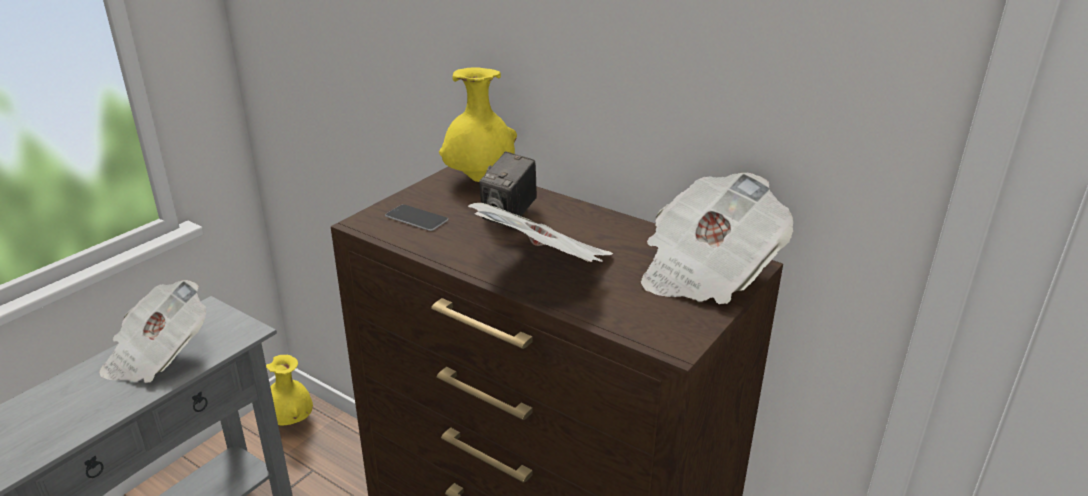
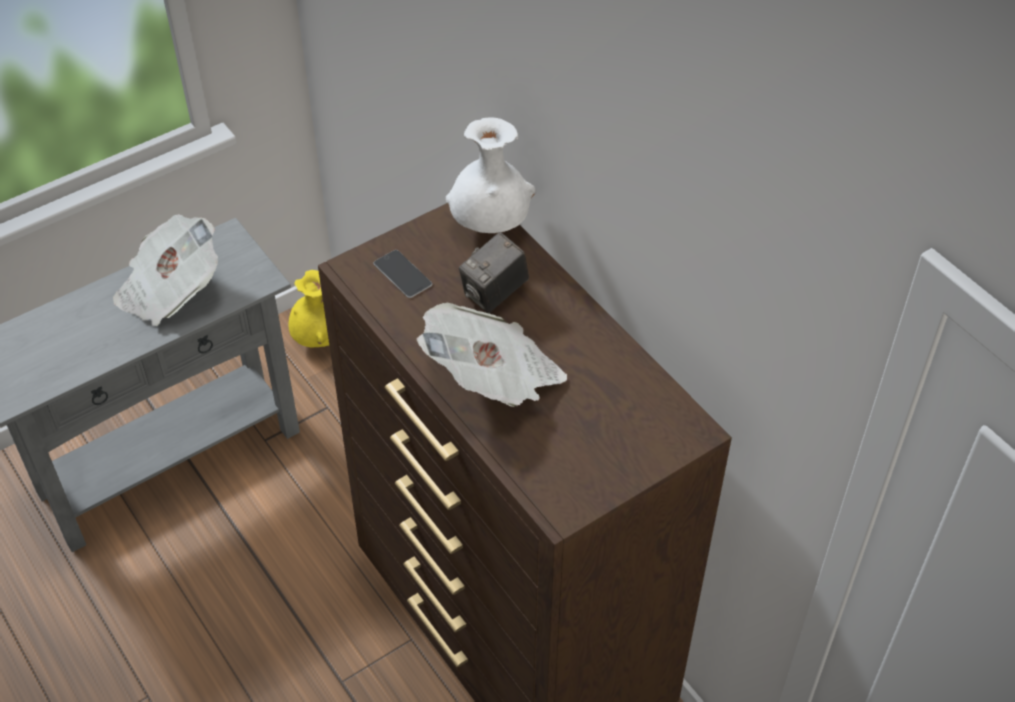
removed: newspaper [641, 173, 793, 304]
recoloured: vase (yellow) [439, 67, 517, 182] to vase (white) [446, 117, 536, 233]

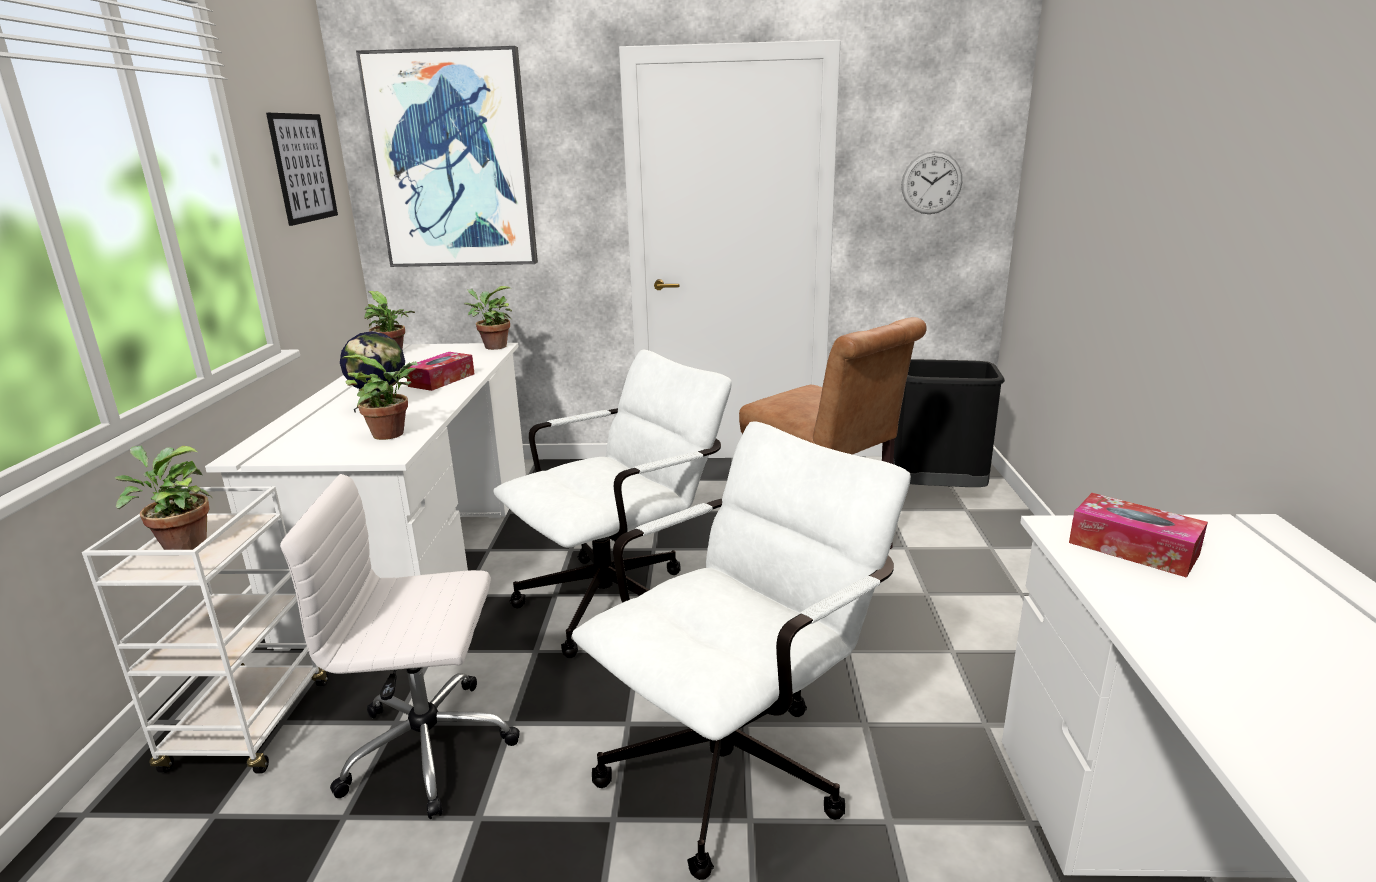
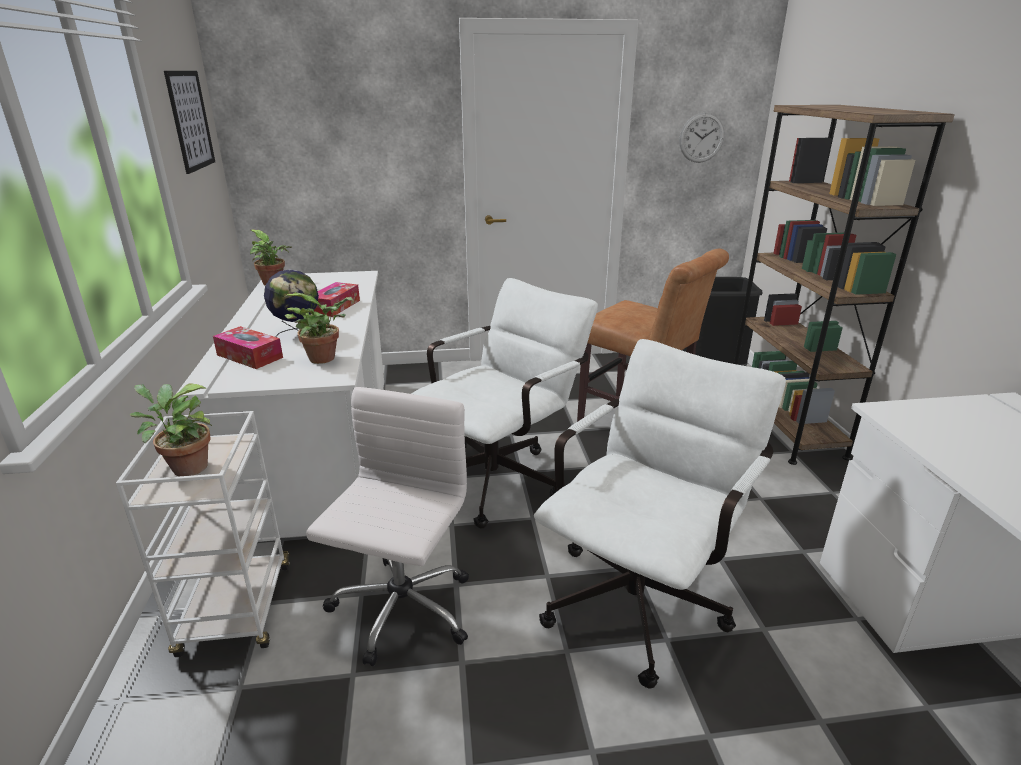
removed: picture [356, 46, 538, 267]; potted plant [464, 286, 512, 350]
added: bookcase (brown) [734, 105, 955, 465]
moved: tissue box [1069, 493, 1208, 578] to [213, 326, 283, 369]
turned: office chair (white) [280, 474, 520, 819] = [306, 387, 469, 666] 120 degrees clockwise

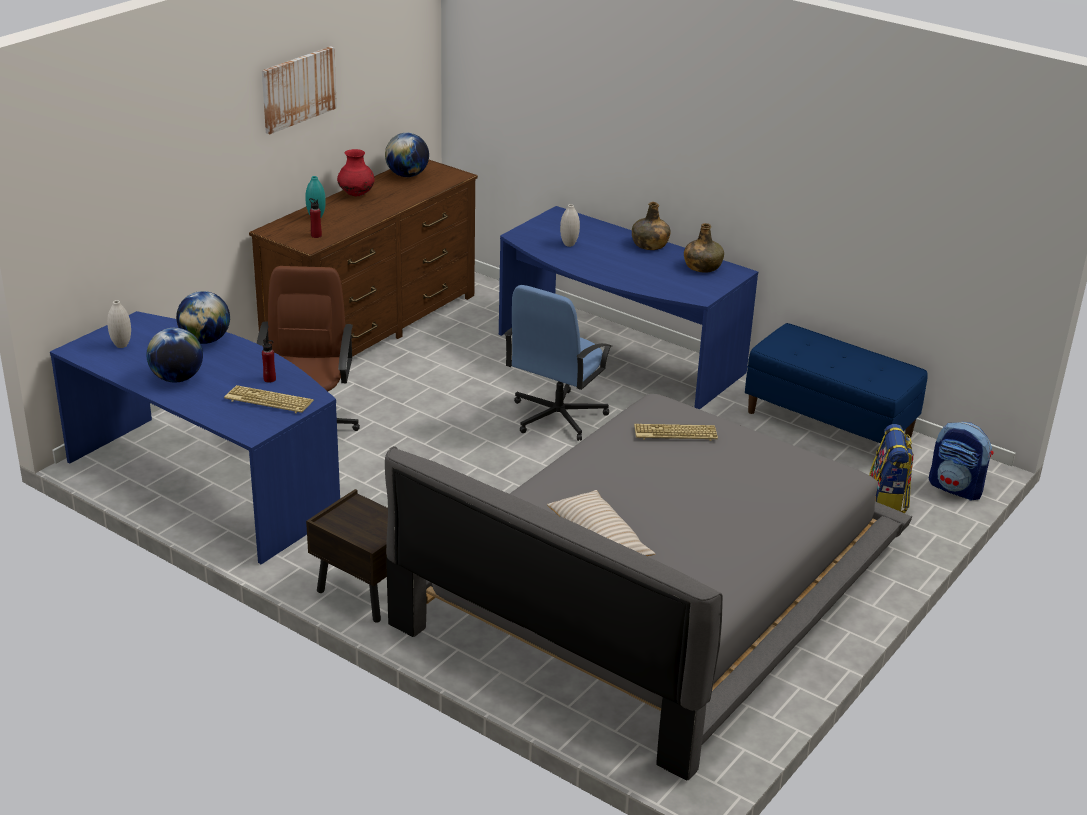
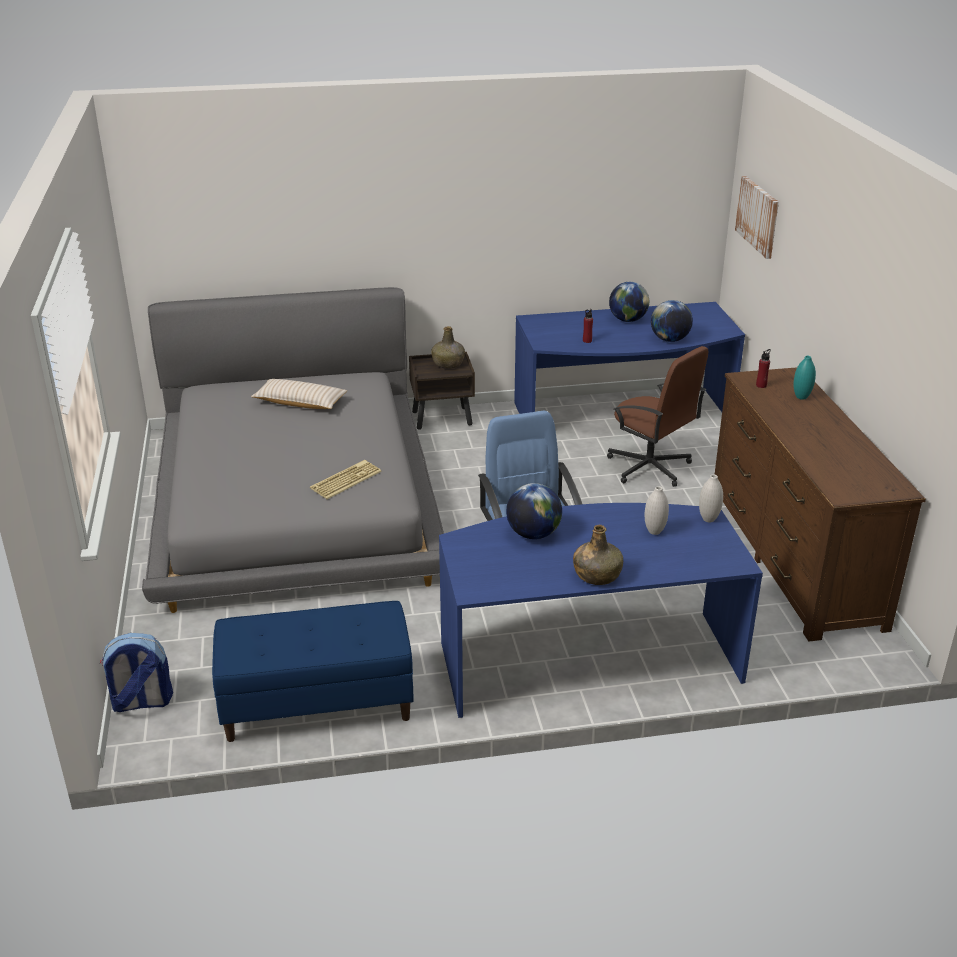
removed: keyboard [224, 385, 314, 414]; vase (red) [337, 149, 375, 196]; backpack [869, 424, 913, 513]
moved: vase (white) [107, 300, 131, 348] to [699, 474, 723, 522]; picture [262, 46, 337, 134] to [735, 176, 779, 259]; globe [385, 133, 429, 177] to [506, 483, 562, 539]; bottle (green) [684, 223, 724, 272] to [431, 326, 465, 369]

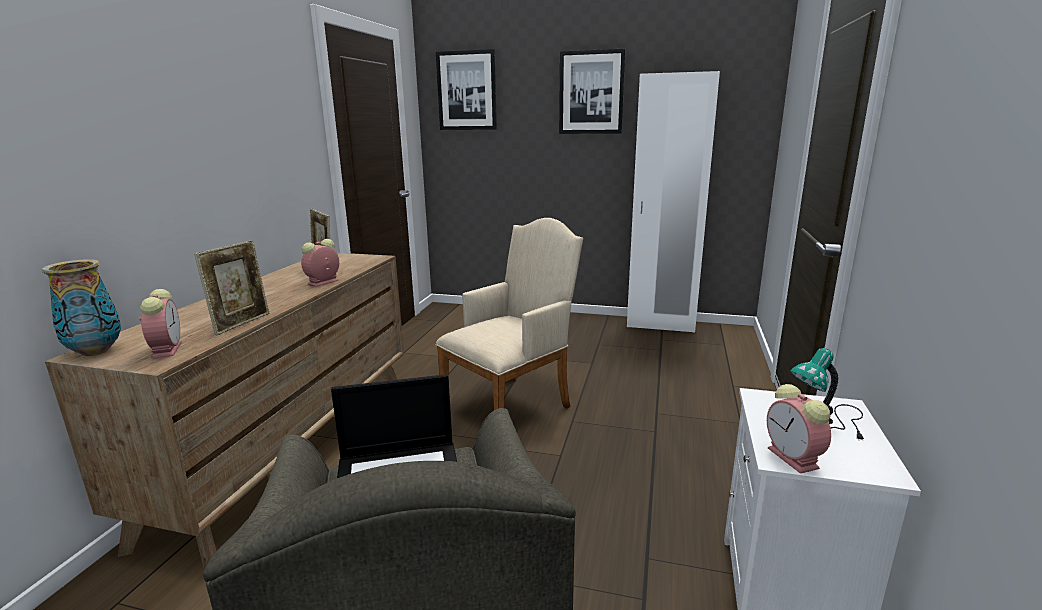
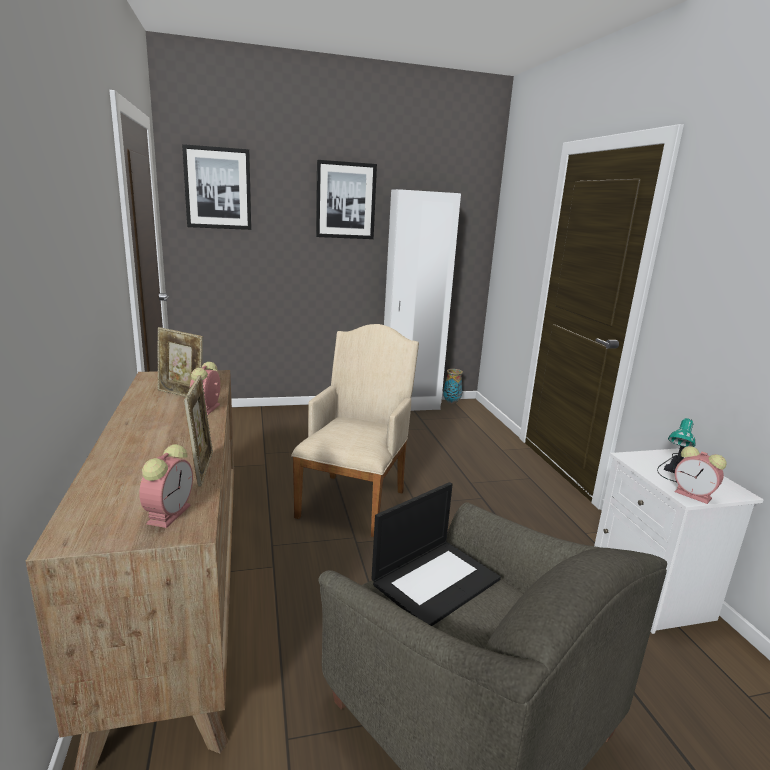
moved: vase [42, 259, 121, 356] to [443, 369, 463, 404]
turned: alarm clock [139, 289, 182, 359] = [139, 444, 193, 528] 60 degrees clockwise

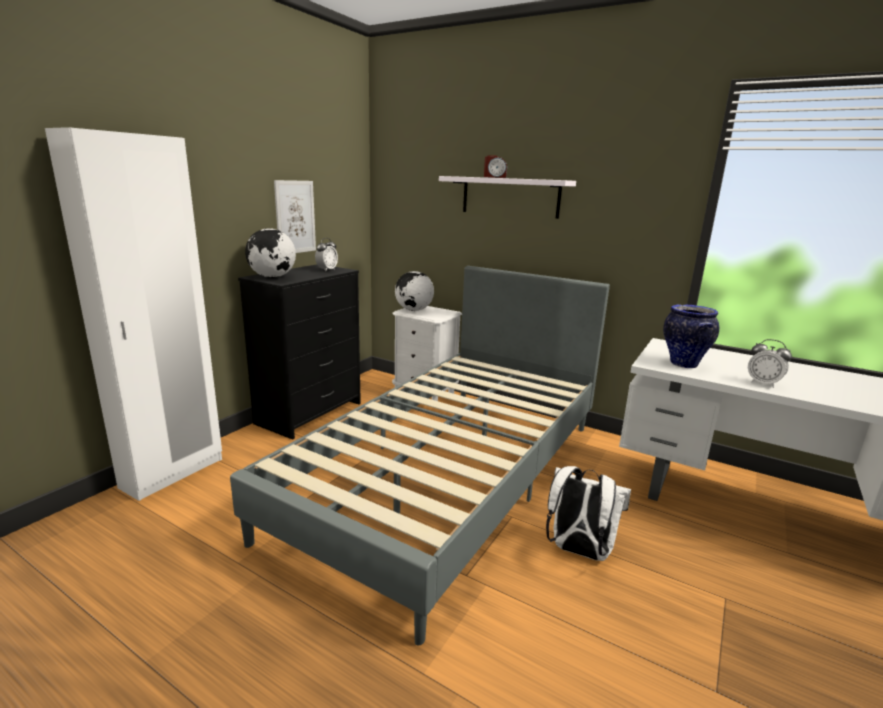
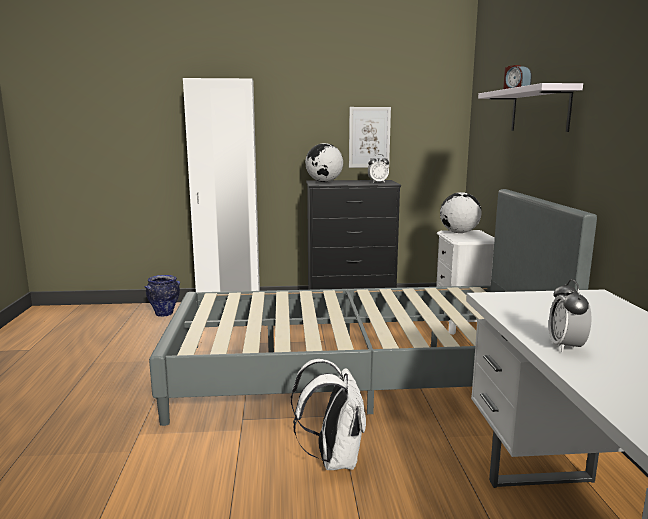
moved: vase [663, 304, 719, 368] to [144, 275, 180, 317]

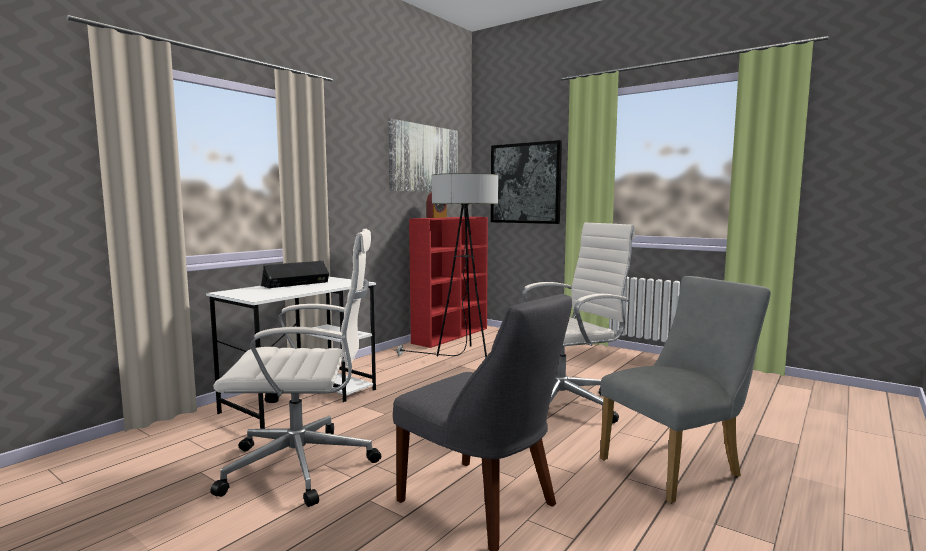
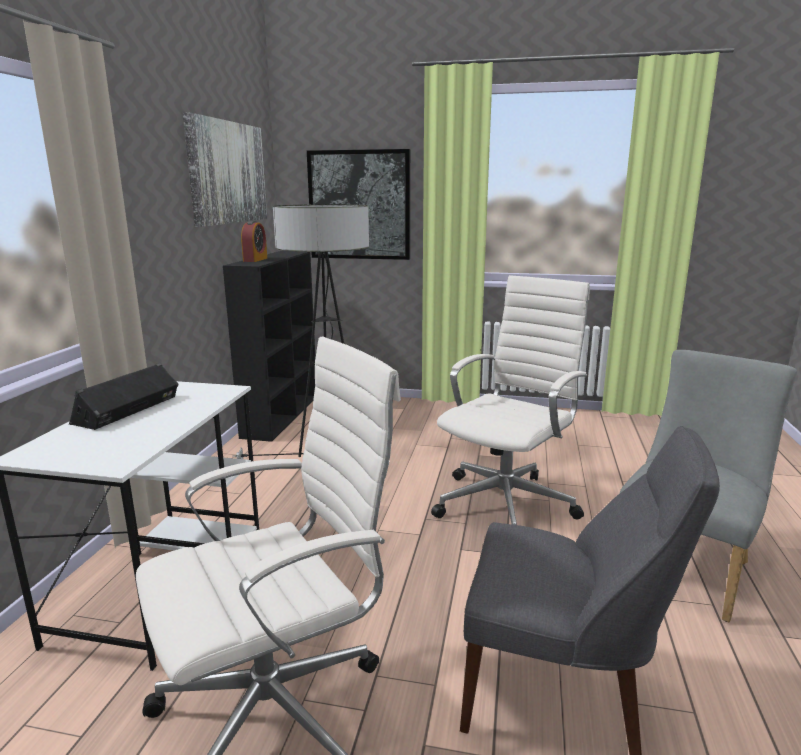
recoloured: bookcase (red) [409, 217, 488, 348] to bookcase (black) [223, 251, 315, 442]

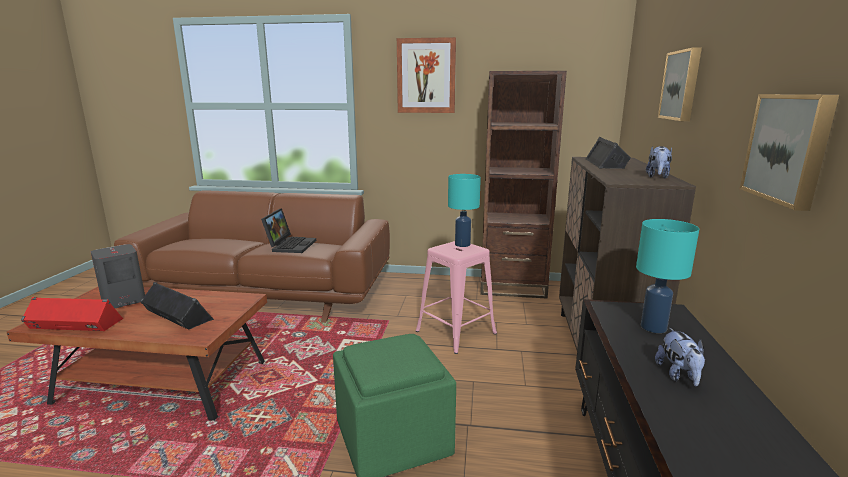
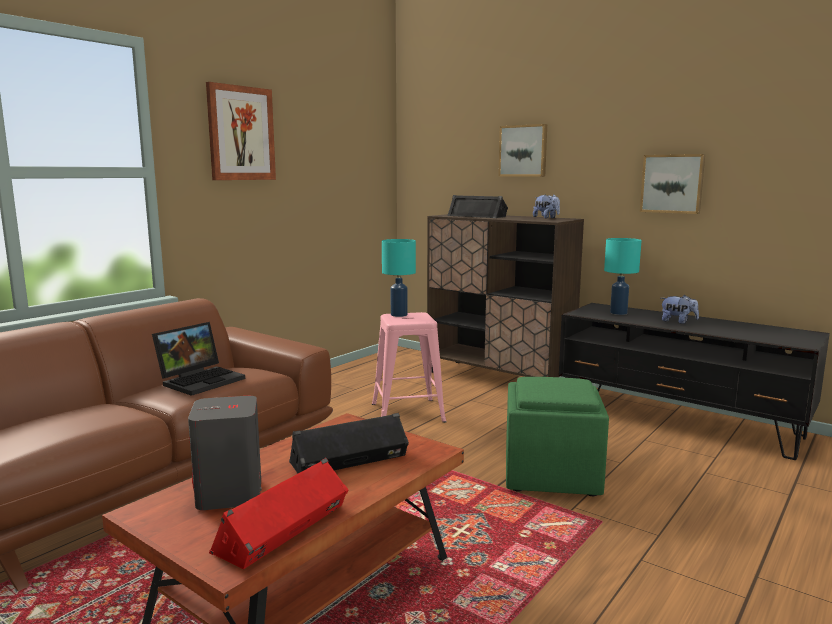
removed: bookcase (brown) [480, 71, 567, 298]
turned: laptop [261, 208, 316, 253] = [152, 322, 245, 396] 90 degrees clockwise

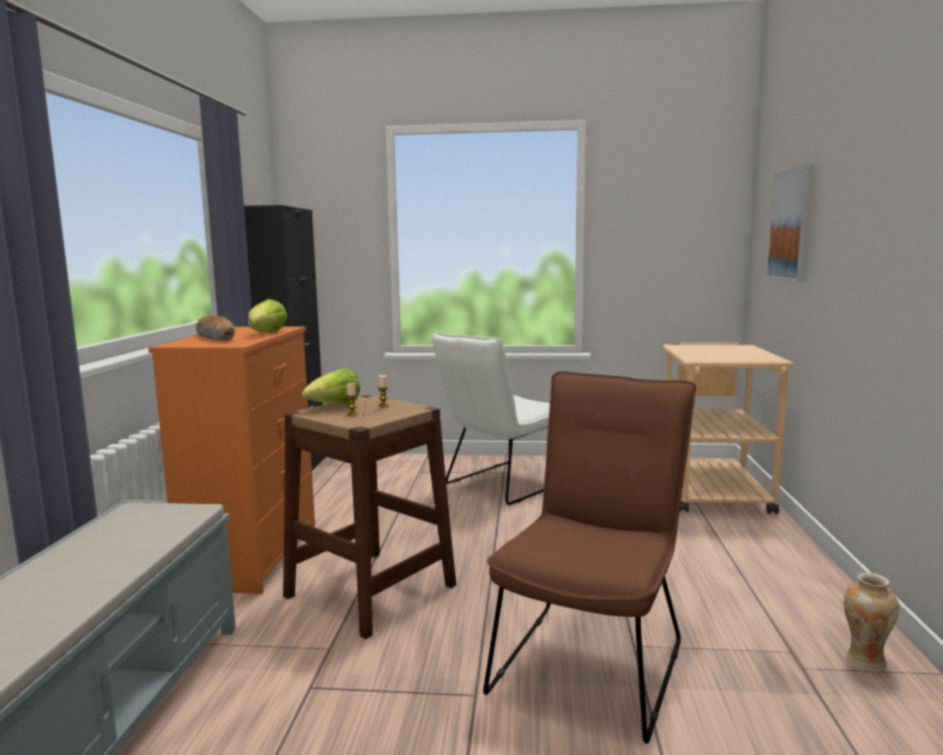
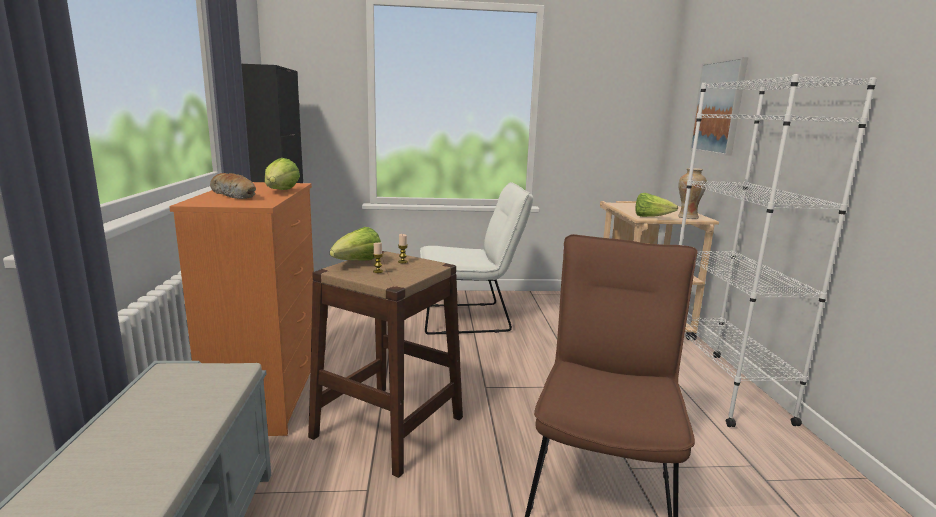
added: lettuce [635, 193, 678, 217]; bookcase (white) [679, 74, 877, 427]
moved: vase [843, 573, 899, 672] to [678, 168, 707, 219]
turned: chair (white) [433, 331, 550, 505] = [420, 182, 533, 335] 135 degrees counterclockwise

